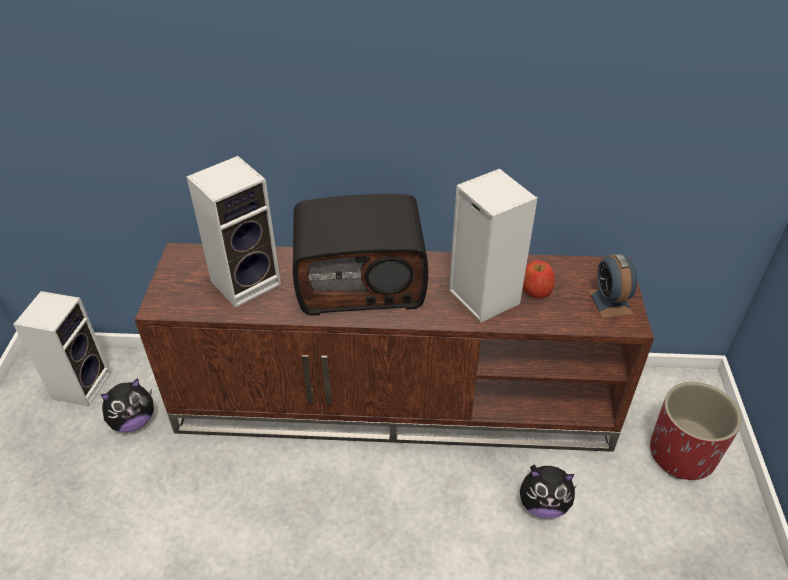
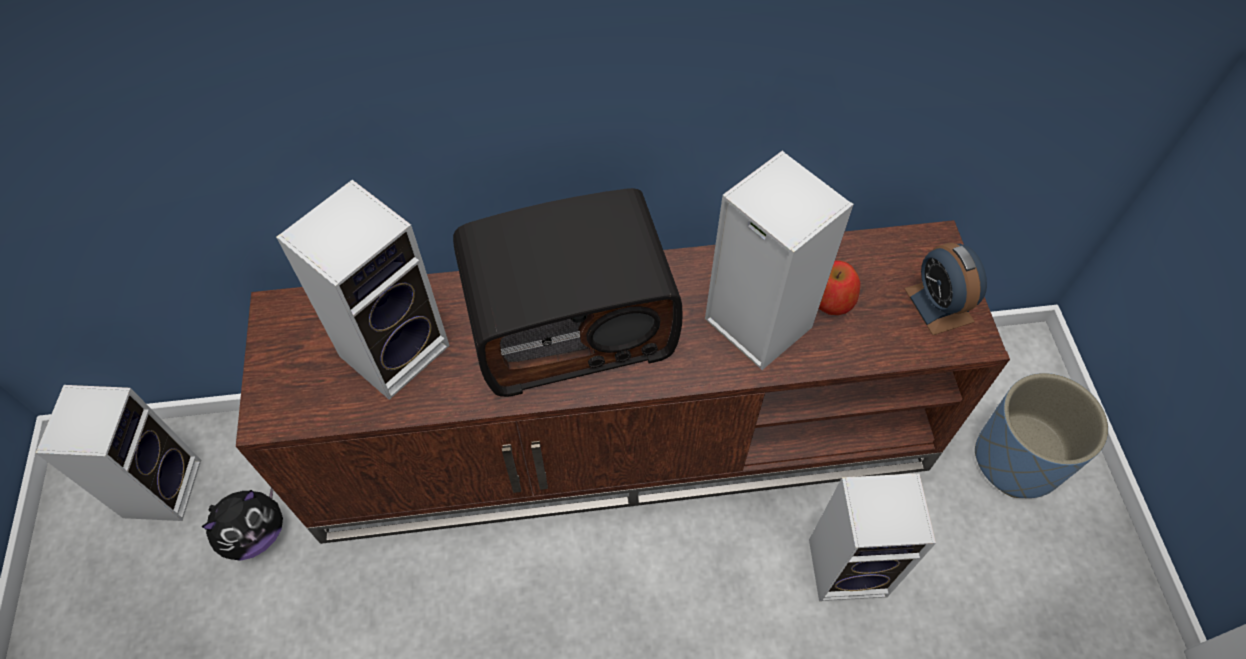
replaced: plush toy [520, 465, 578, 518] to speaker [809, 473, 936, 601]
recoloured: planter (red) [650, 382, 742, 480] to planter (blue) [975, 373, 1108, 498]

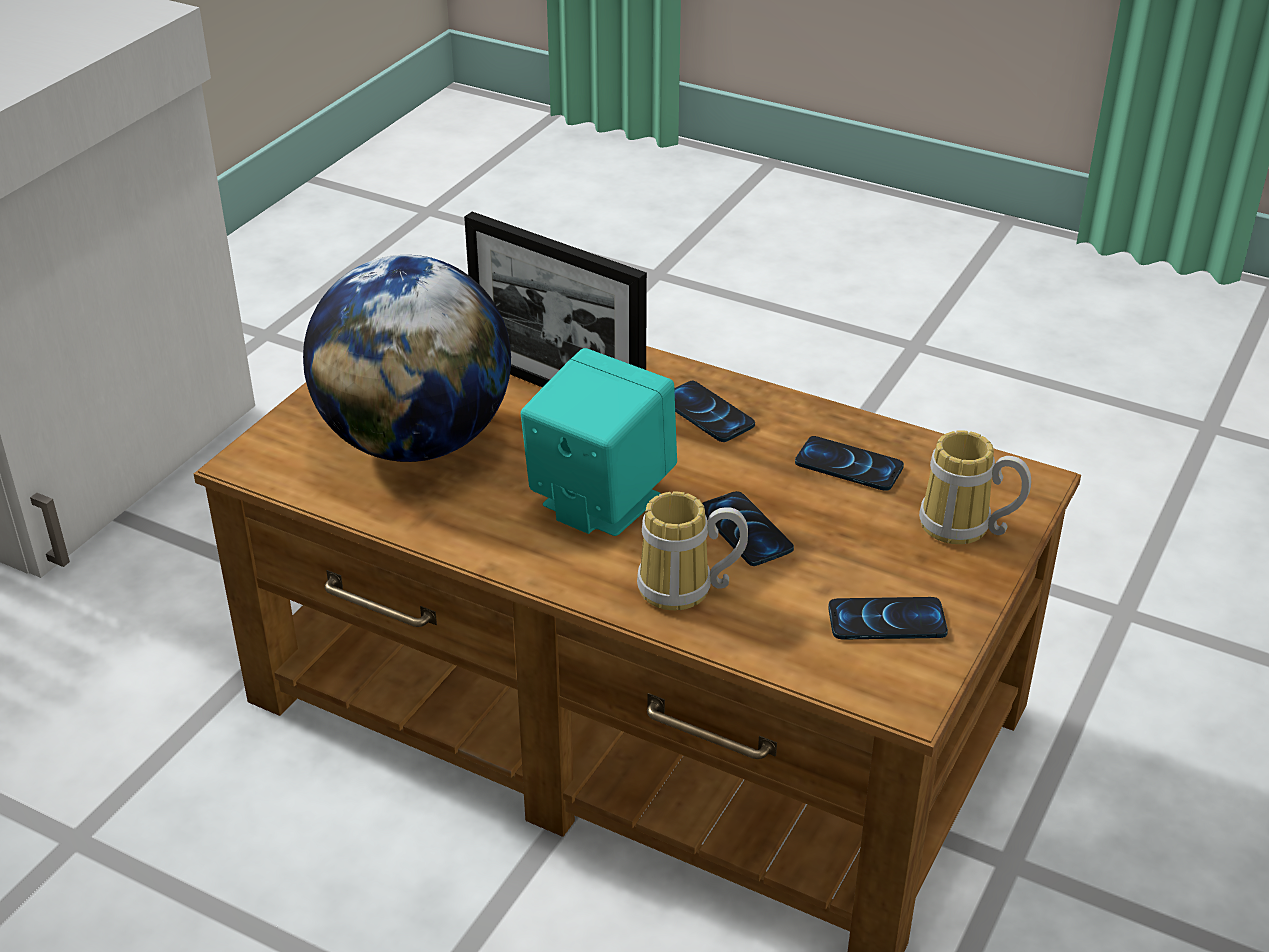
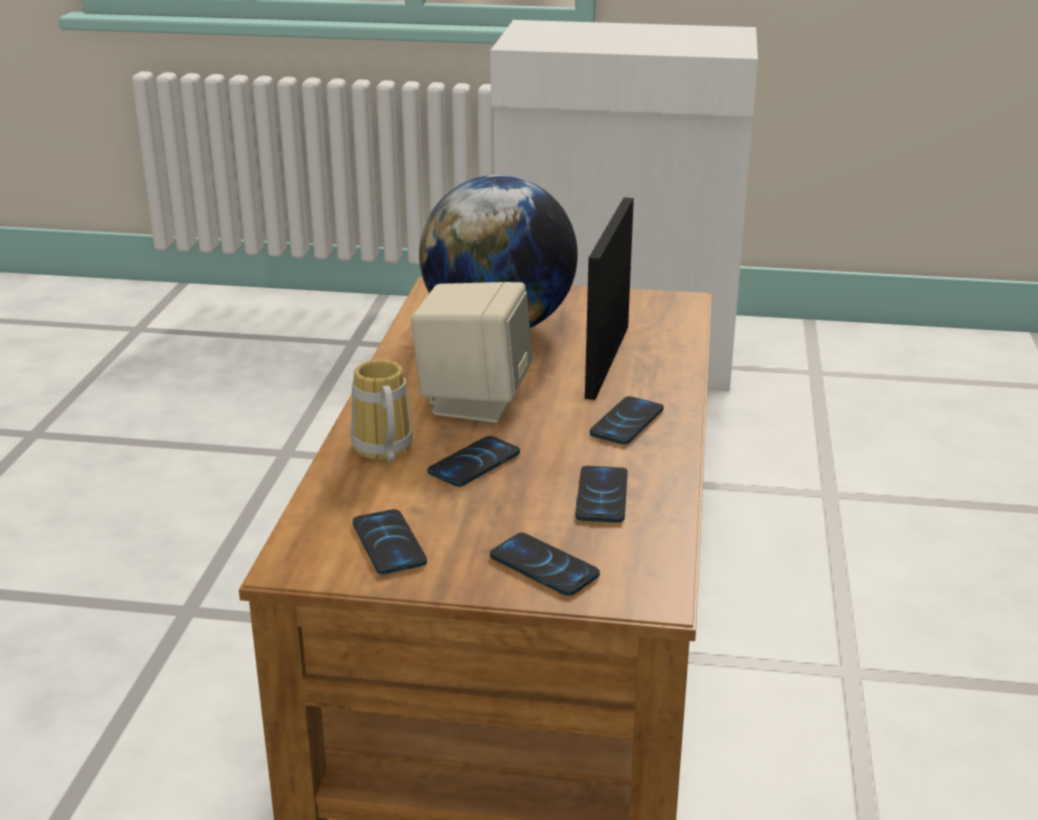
replaced: mug [919, 430, 1031, 544] to phone [490, 532, 600, 596]
recoloured: speaker (turquoise) [521, 348, 677, 536] to speaker (beige) [411, 282, 532, 423]

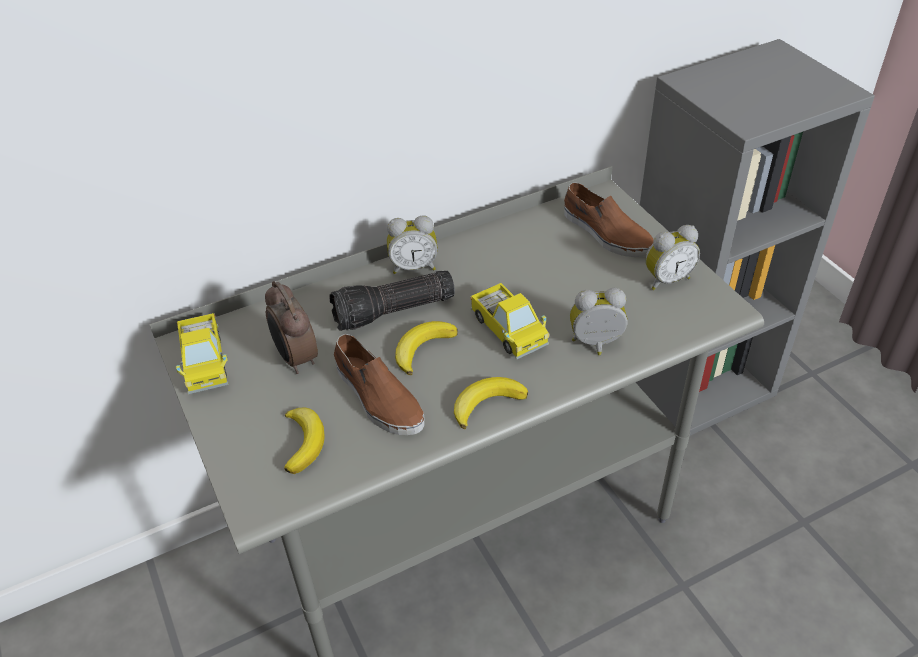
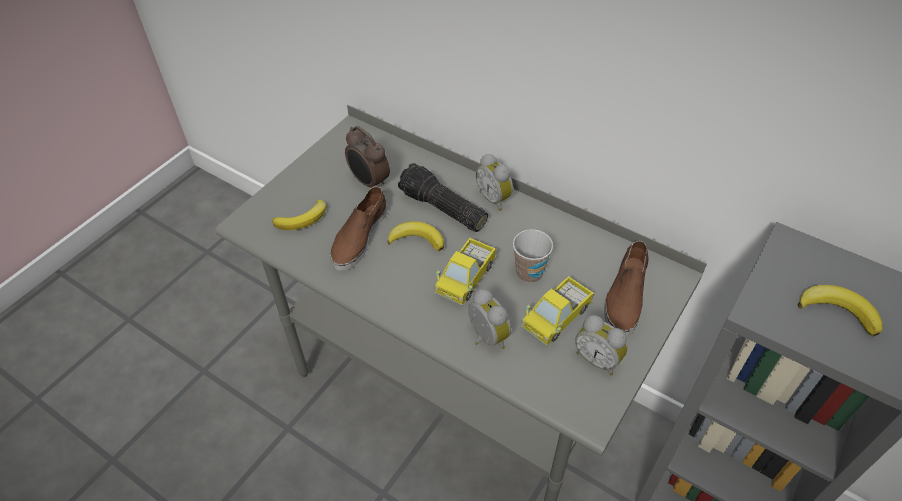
added: cup [513, 229, 553, 283]
moved: toy truck [176, 313, 229, 394] to [521, 276, 594, 347]; banana [454, 377, 528, 429] to [798, 285, 883, 336]
turned: alarm clock [265, 281, 318, 374] = [345, 126, 390, 188] 75 degrees counterclockwise

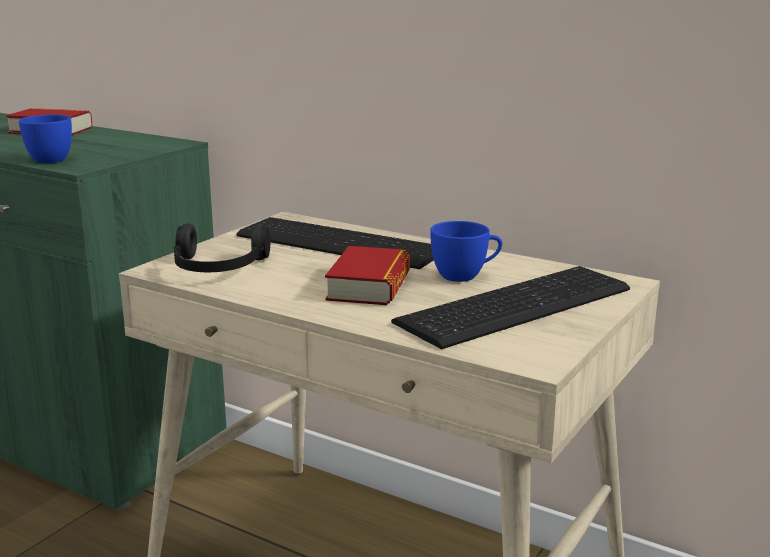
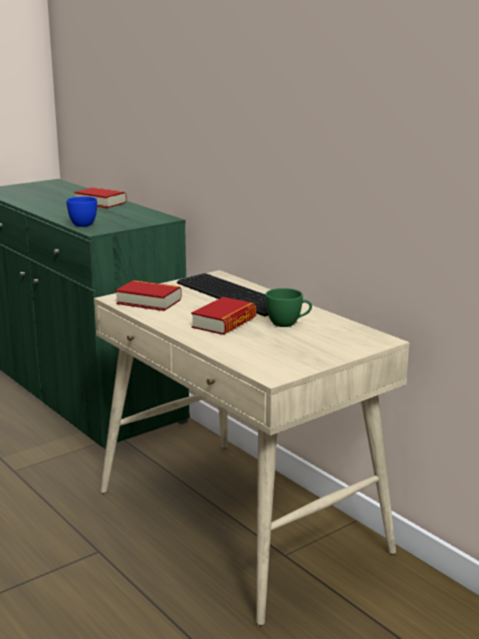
removed: keyboard [391, 266, 630, 349]
replaced: headphones (black) [174, 224, 270, 272] to book [116, 280, 182, 311]
recoloured: cup (blue) [430, 221, 502, 282] to cup (green) [265, 288, 312, 327]

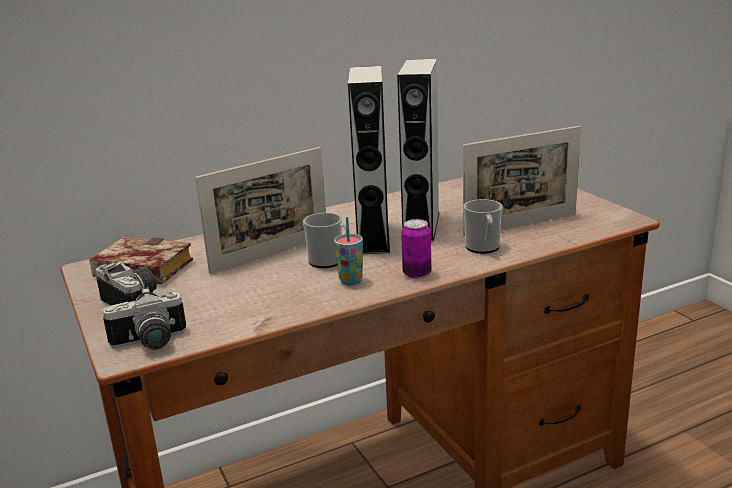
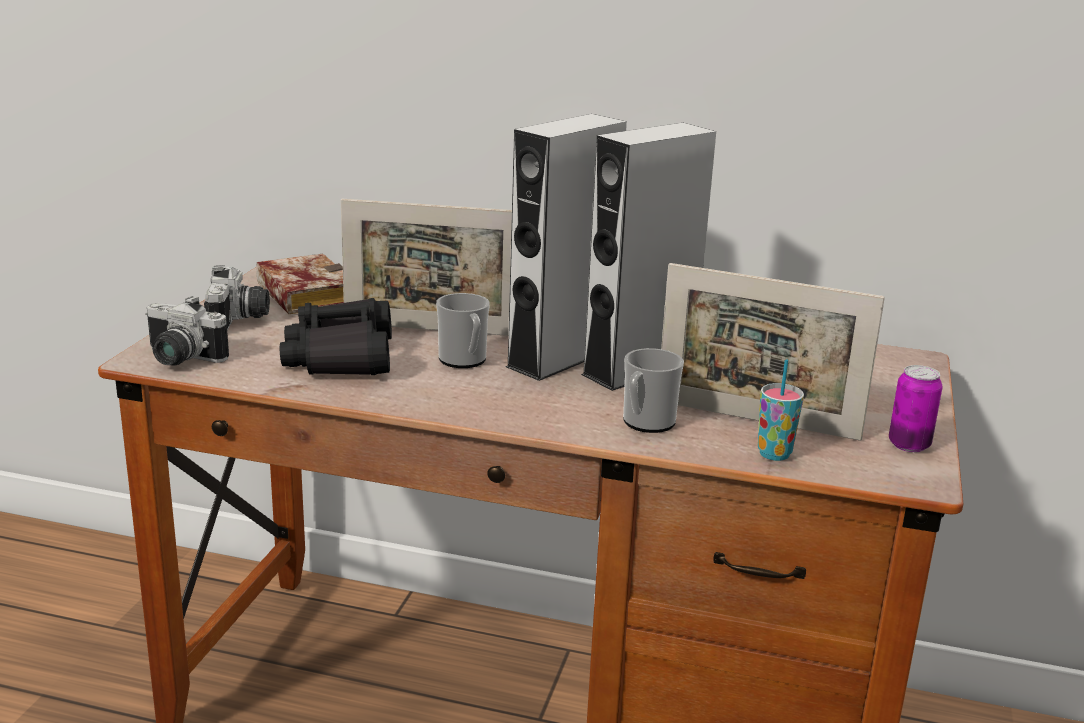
added: binoculars (black) [280, 298, 392, 375]
moved: cup [334, 217, 363, 286] to [758, 360, 804, 461]; can [401, 219, 431, 279] to [889, 365, 943, 452]

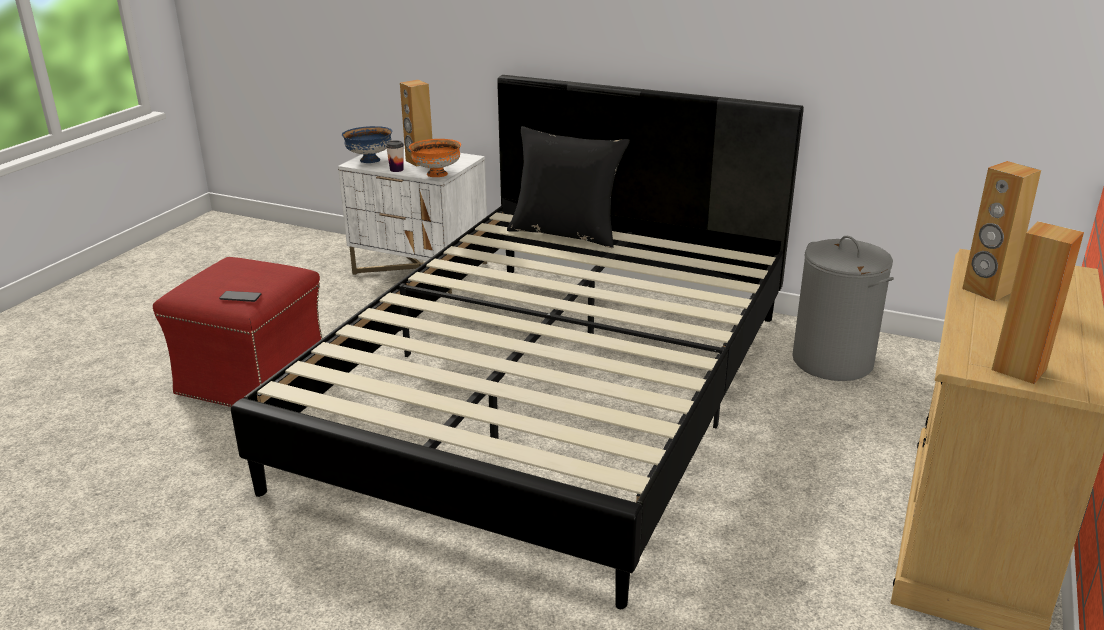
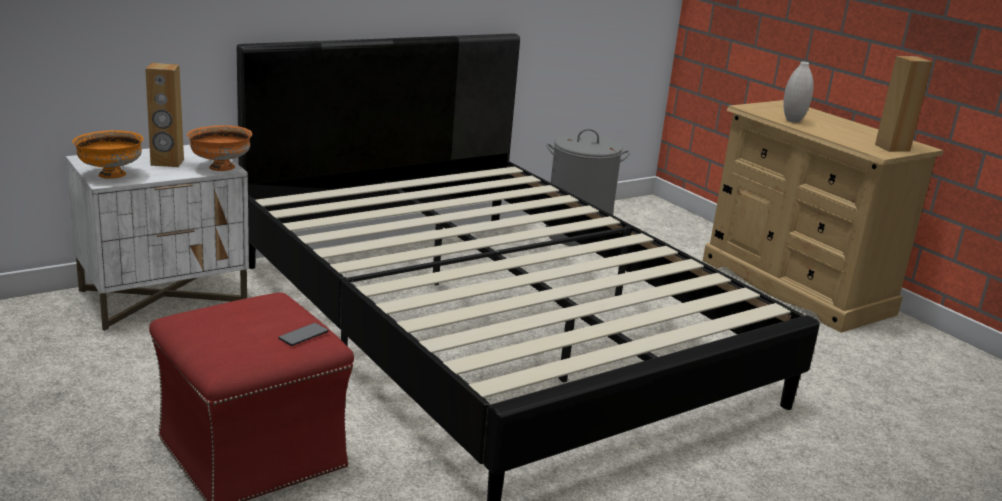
removed: cup [386, 140, 404, 172]; pillow (black) [507, 126, 630, 248]
replaced: speaker (brown) [962, 161, 1041, 301] to vase (white) [783, 61, 814, 123]
recoloured: bowl (blue) [342, 126, 392, 163] to bowl (orange) [72, 130, 143, 179]

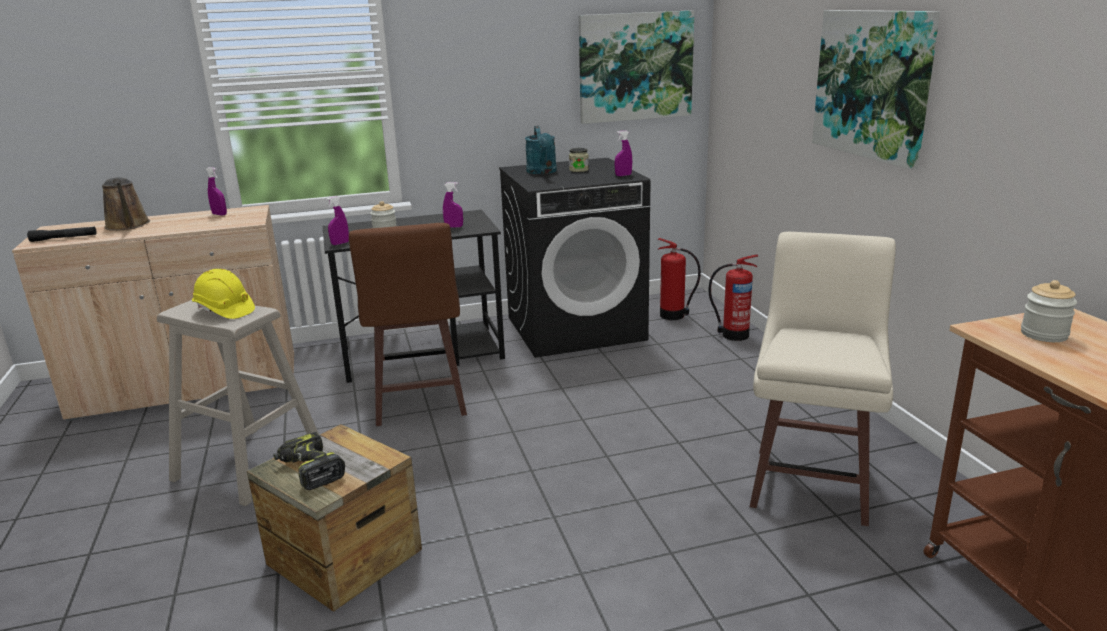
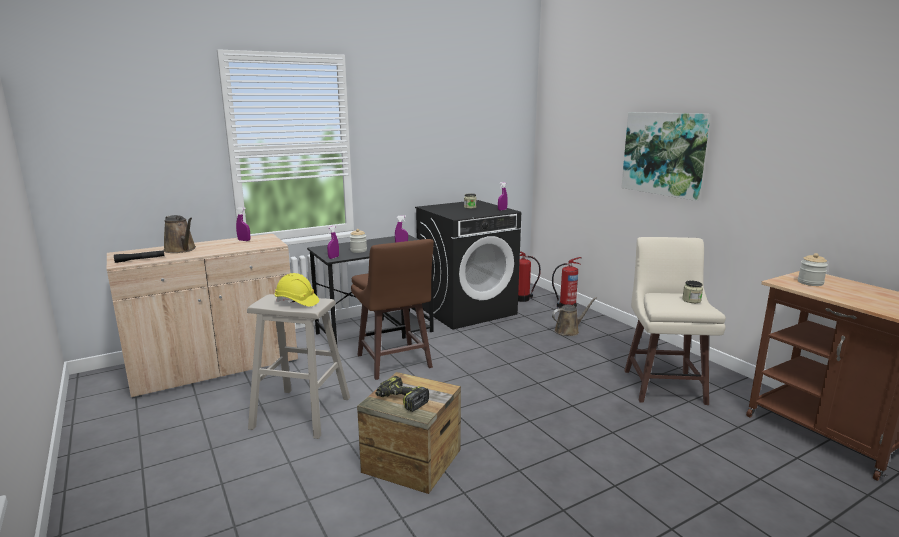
removed: watering can (turquoise) [525, 126, 557, 174]; picture [579, 10, 694, 124]
added: watering can (brown) [552, 297, 597, 336]; jar [682, 280, 703, 303]

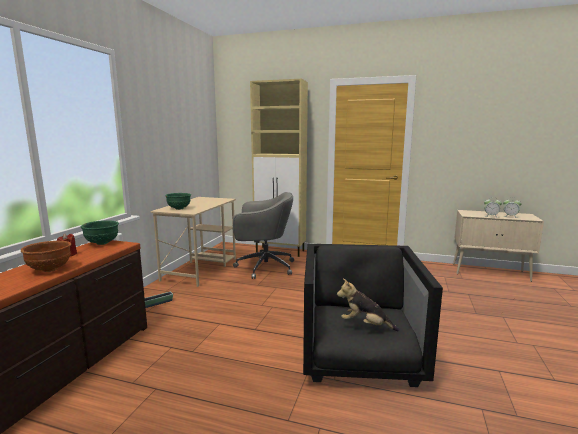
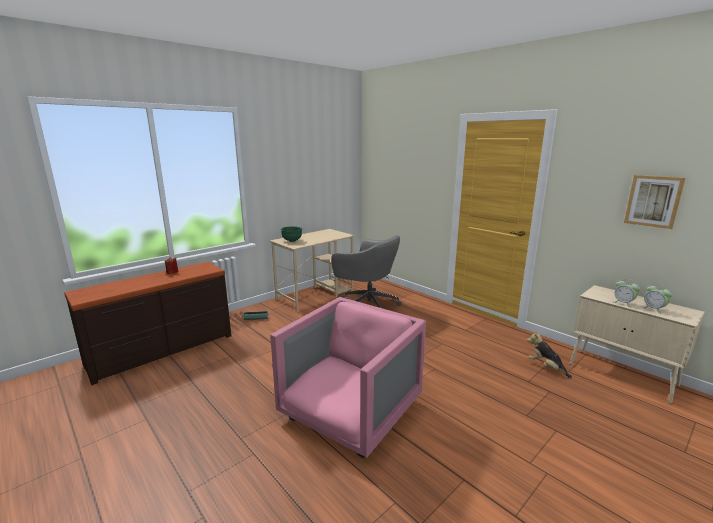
removed: bowl (brown) [21, 241, 71, 272]; bowl (green) [81, 220, 119, 245]; cabinet (beige) [250, 79, 308, 257]
added: picture [624, 175, 685, 229]
moved: plush toy [337, 279, 399, 331] to [527, 330, 572, 378]
recoloured: armchair (black) [303, 244, 443, 387] to armchair (pink) [270, 297, 426, 458]

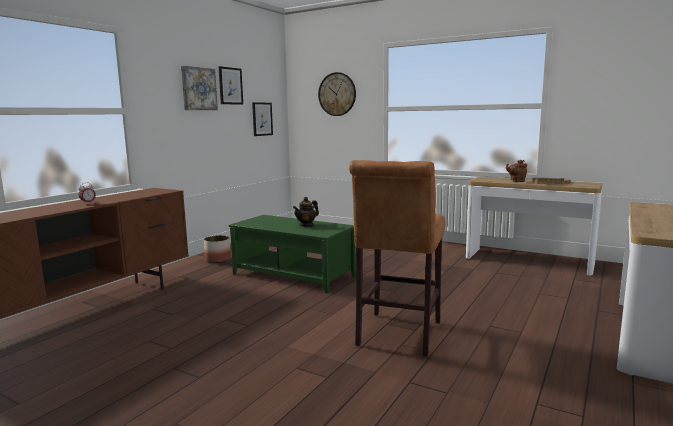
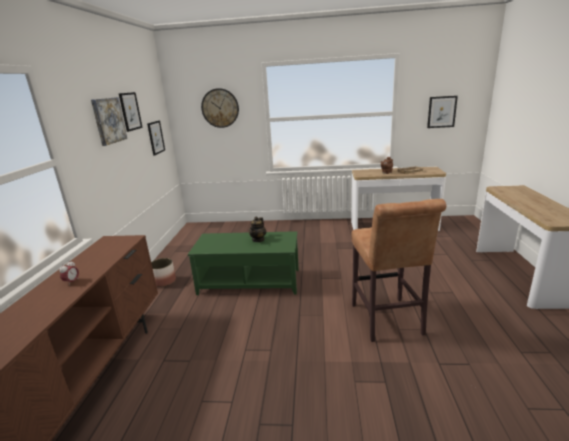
added: picture [427, 96, 458, 128]

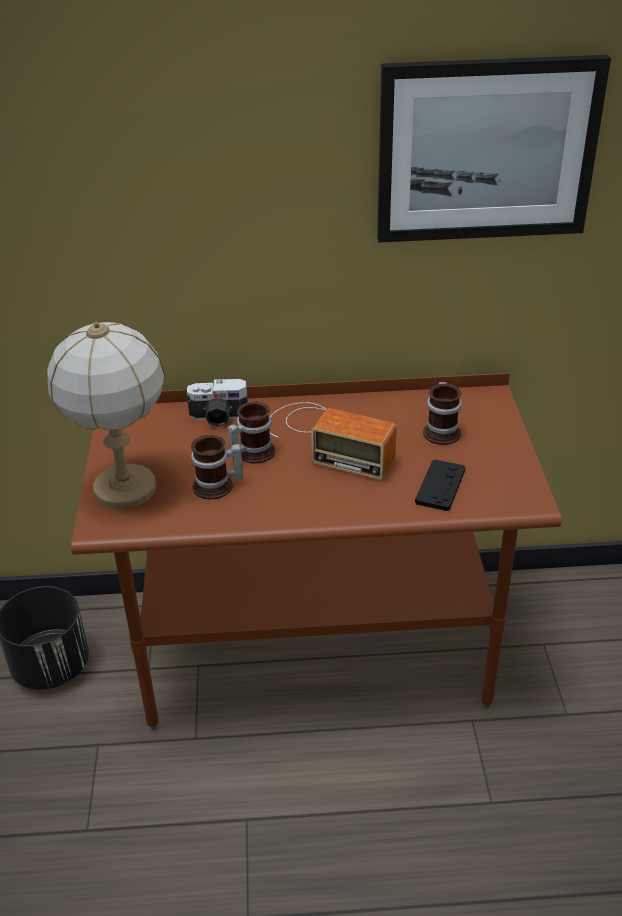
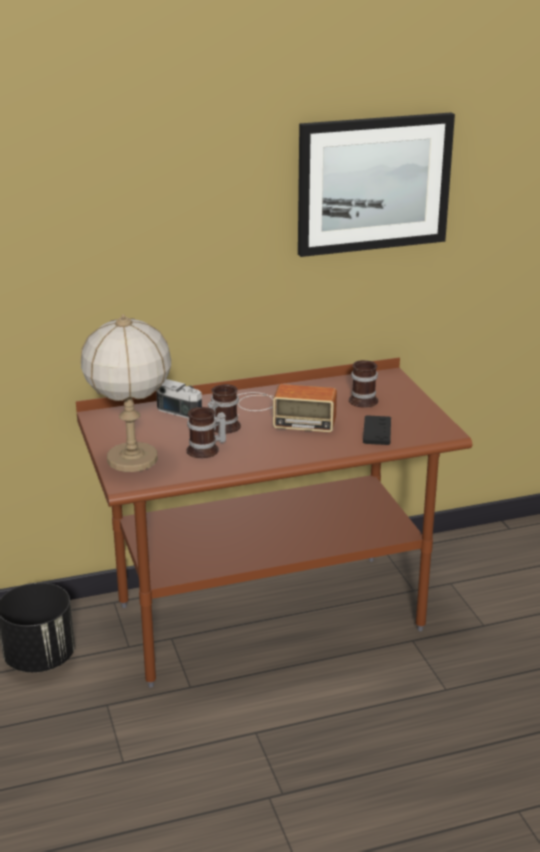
turned: photo camera [187, 379, 248, 427] = [156, 379, 202, 419] 135 degrees counterclockwise

